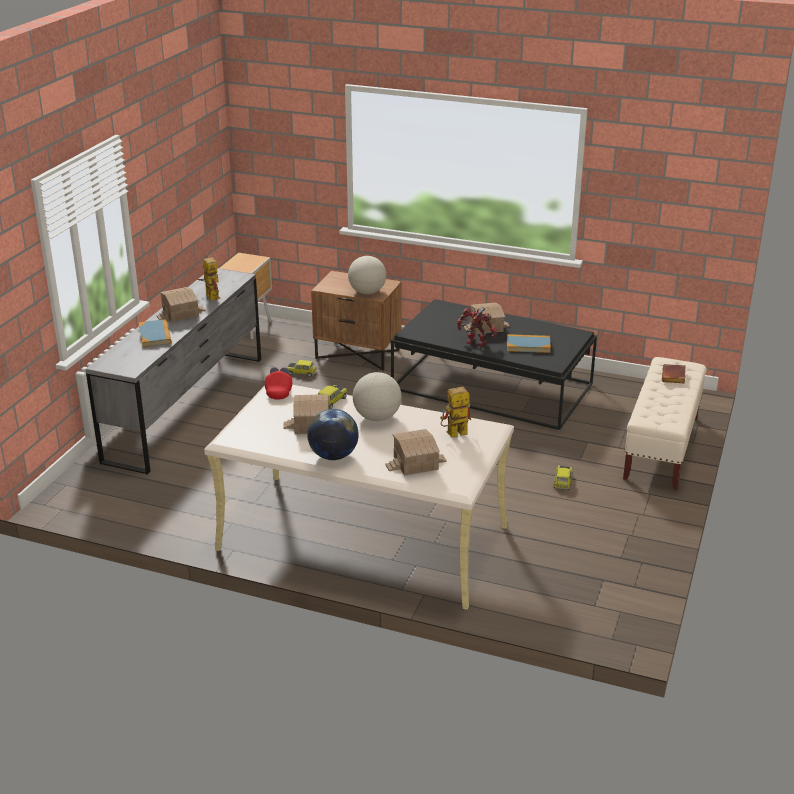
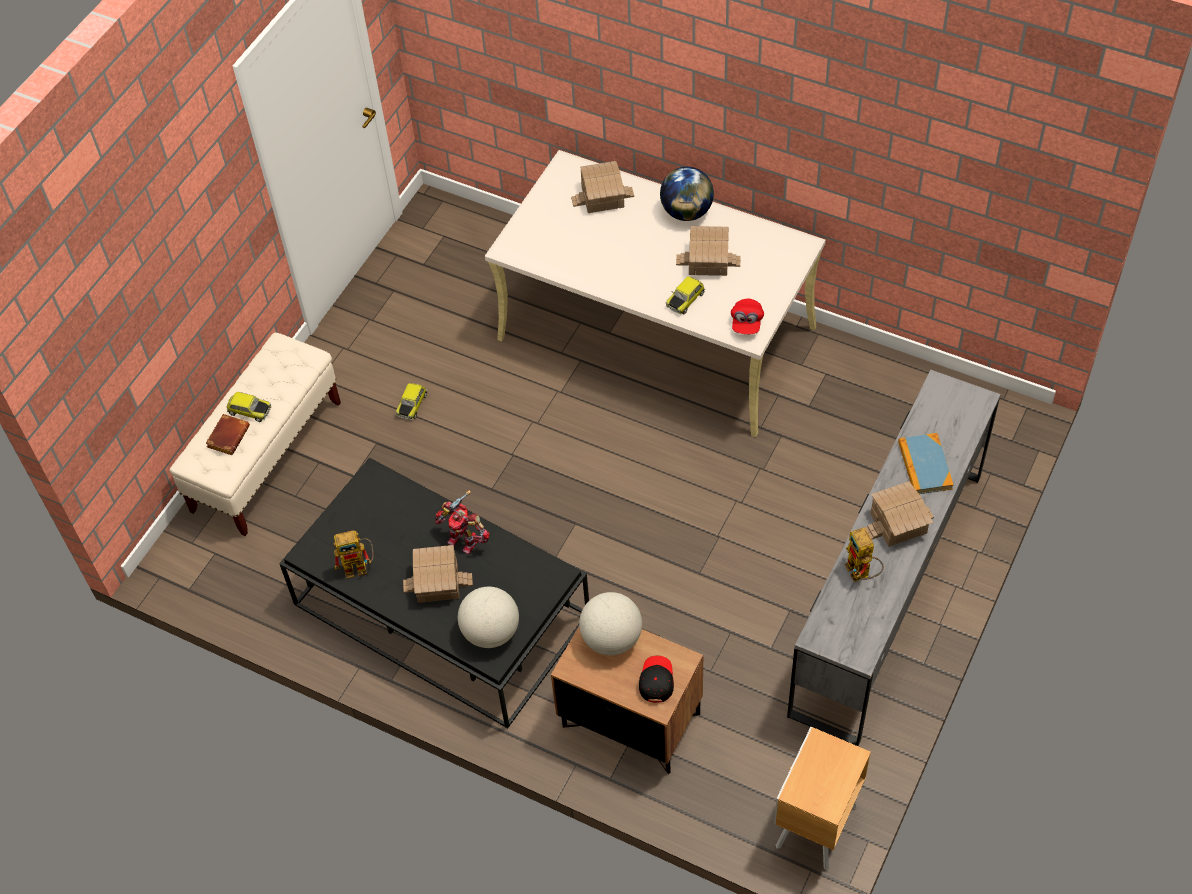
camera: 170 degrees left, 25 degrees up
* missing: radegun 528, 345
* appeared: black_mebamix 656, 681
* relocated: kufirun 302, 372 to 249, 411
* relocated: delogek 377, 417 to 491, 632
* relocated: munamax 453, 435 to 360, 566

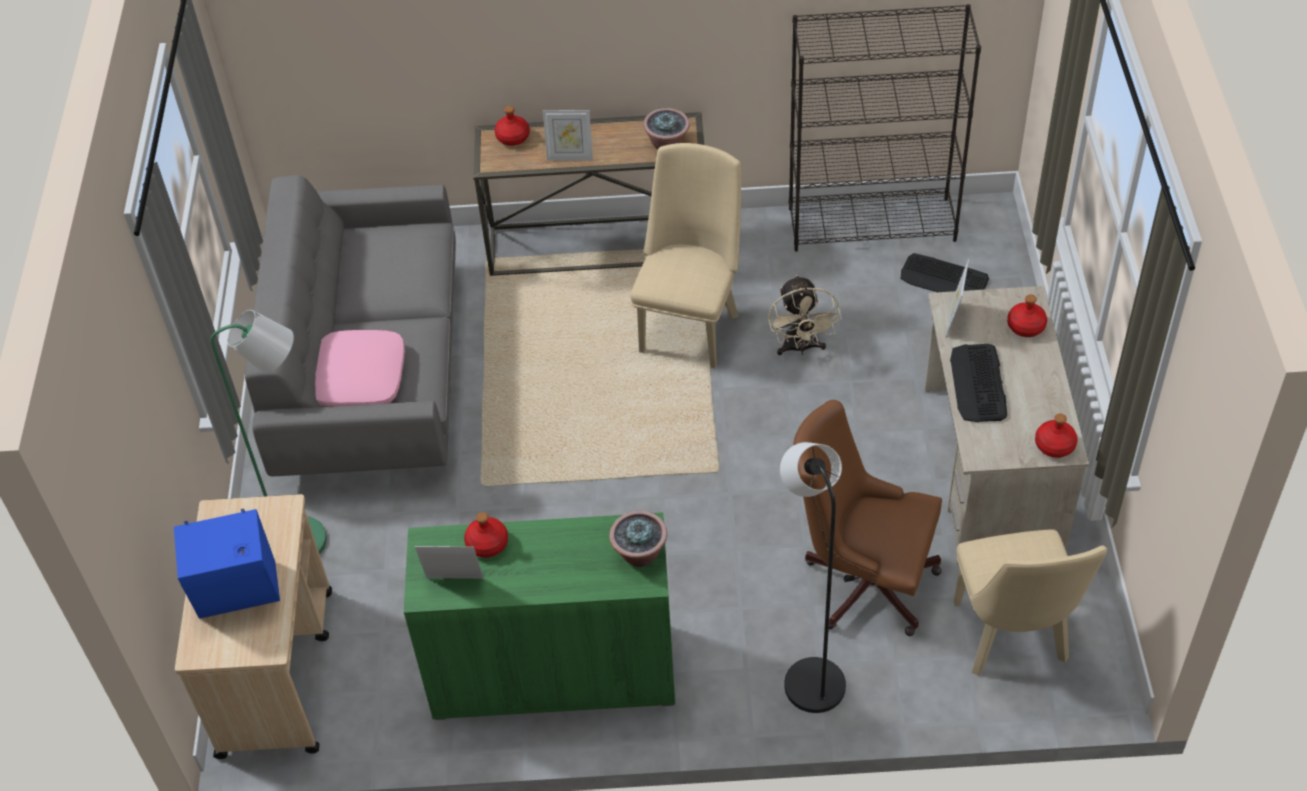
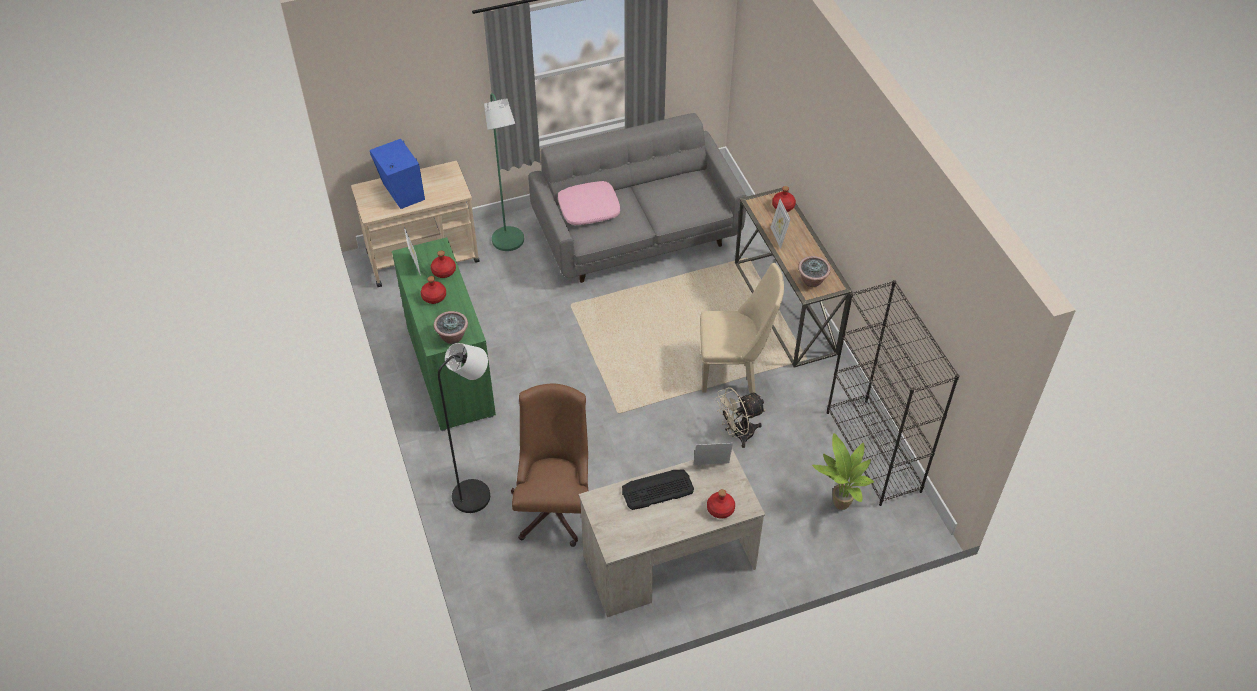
camera: 70 degrees right, 0 degrees up
* missing: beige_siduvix 1012, 640
* relocated: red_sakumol 1054, 446 to 433, 297
* exchanged: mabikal 944, 278 to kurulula 838, 504

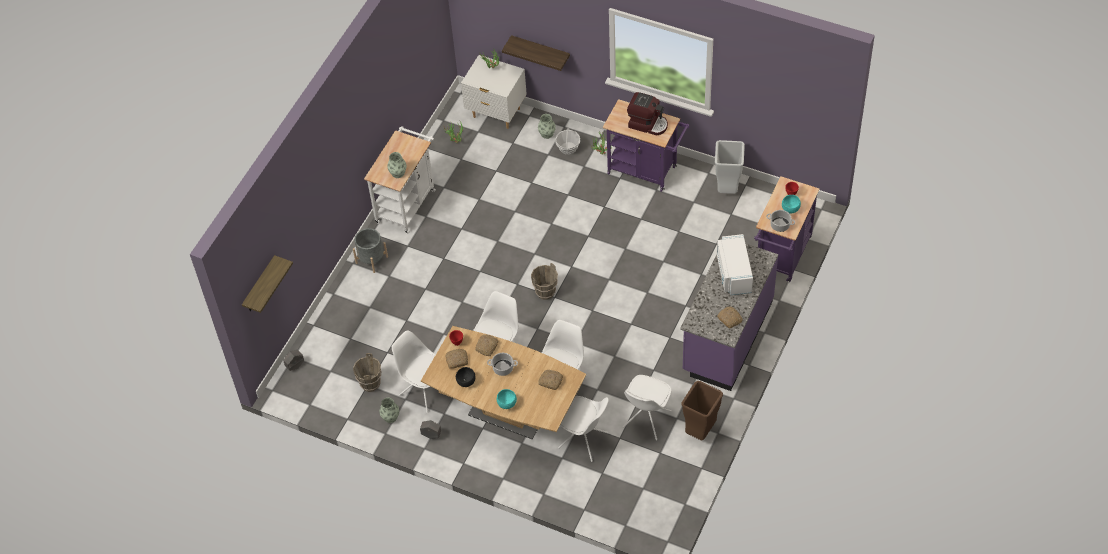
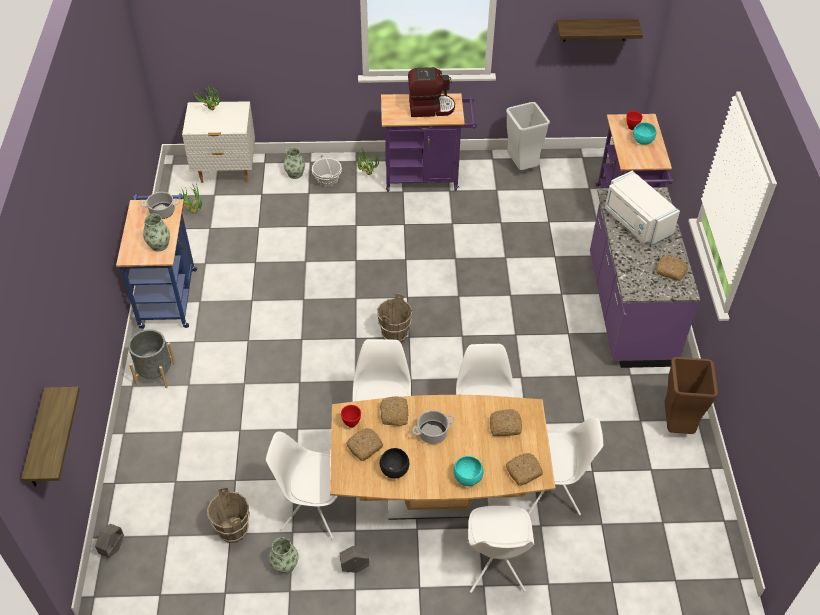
camera: 30 degrees left, 5 degrees down
* appeared: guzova 524, 471
* relocated: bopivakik 540, 51 to 595, 29
* relocated: white_siduvix 646, 420 to 495, 568
* relocated: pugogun 779, 225 to 162, 212
* colour: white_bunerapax 407, 203 to blue_bunerapax 168, 294

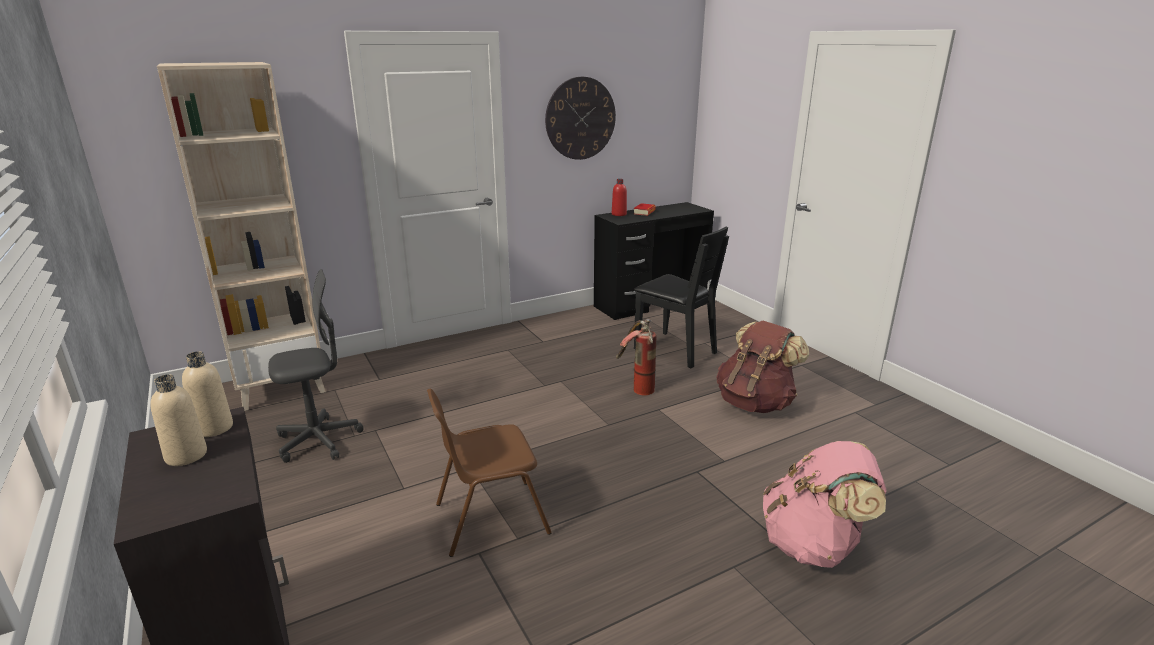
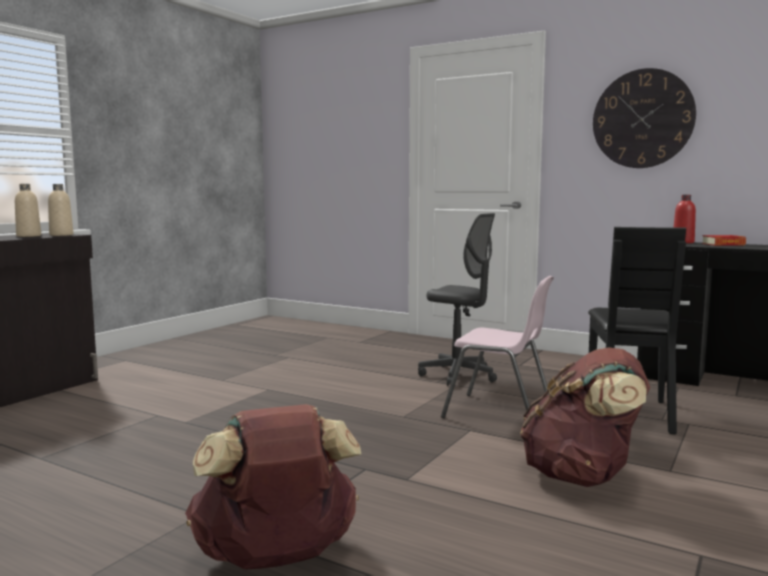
camera: 60 degrees right, 15 degrees down
* missing: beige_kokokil 282, 387
* missing: brown_siduvix 489, 518
* relocated: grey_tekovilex 319, 440 to 458, 375
* exchanged: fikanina 636, 387 to pink_siduvix 500, 413
* colour: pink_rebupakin 813, 545 to brown_rebupakin 276, 558

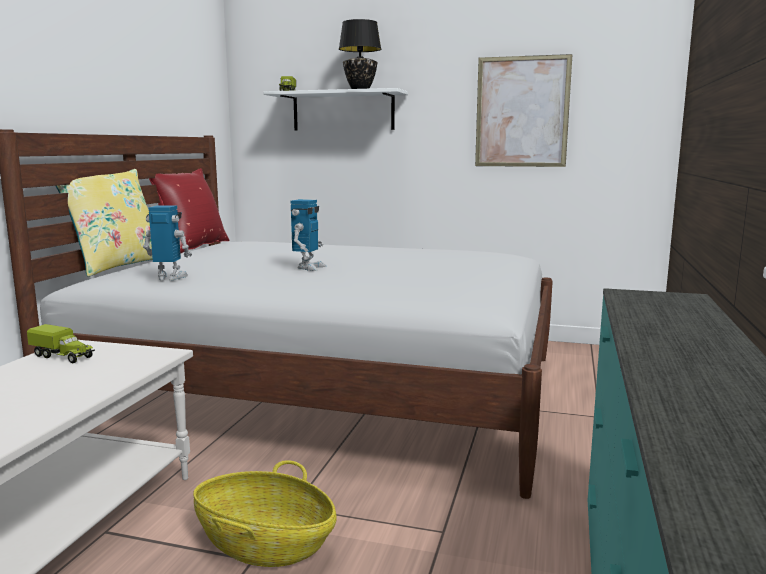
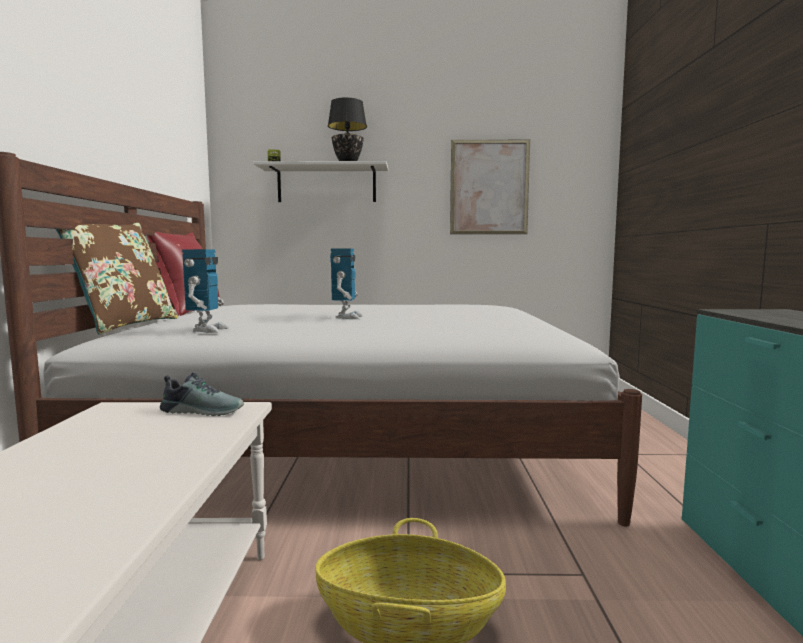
camera: 15 degrees left, 5 degrees down
* missing: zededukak 63, 356
* appeared: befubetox 203, 411
* colour: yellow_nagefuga 117, 266 to brown_nagefuga 124, 325
* spun: munamax 169, 278 = 207, 330 105 degrees clockwise

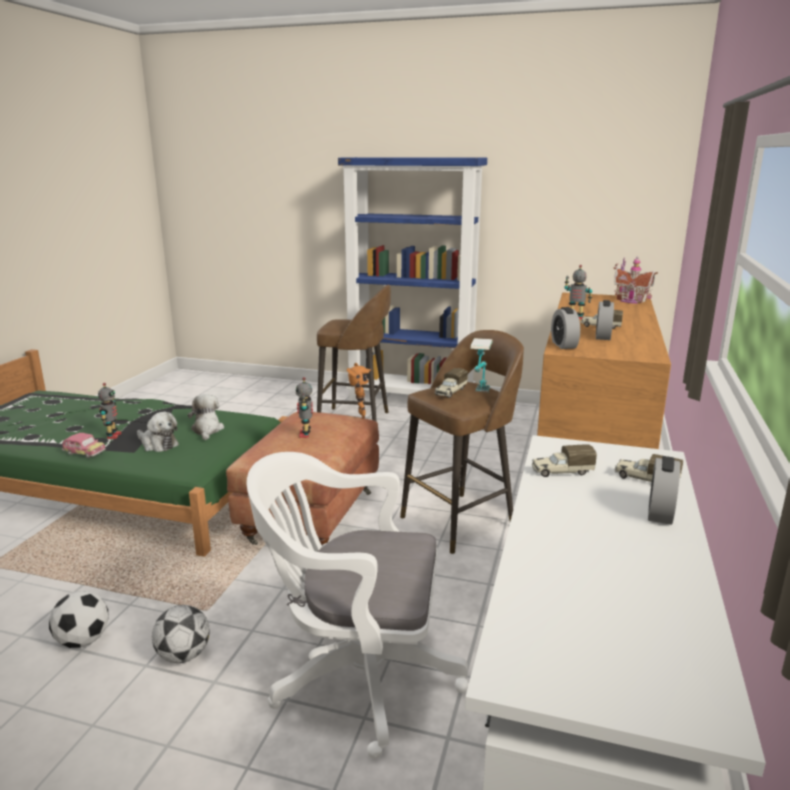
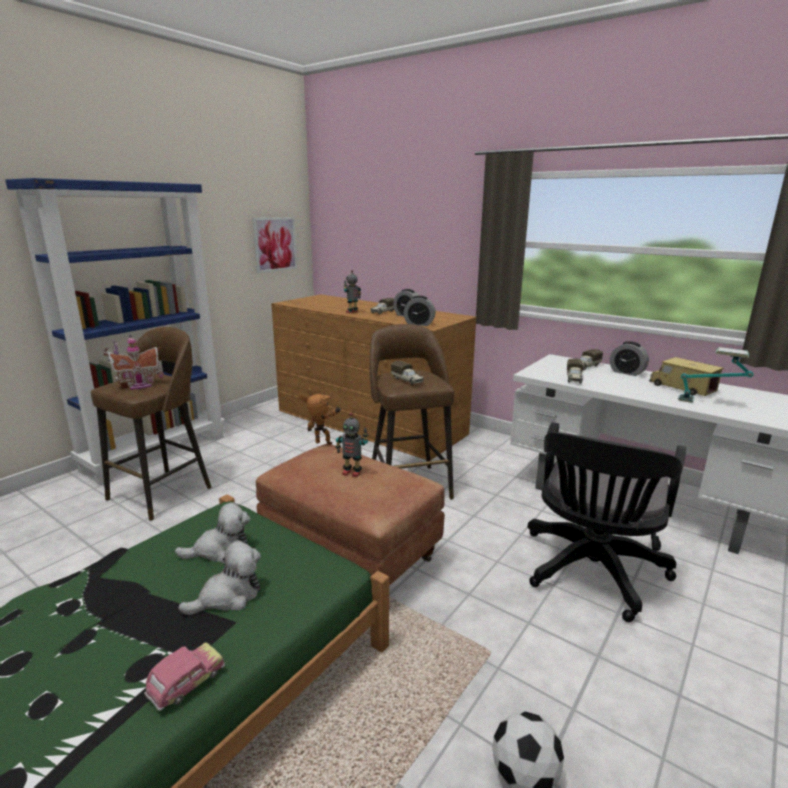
camera: 70 degrees left, 0 degrees up
* missing: munamax 113, 436
* missing: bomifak 183, 655
* appeared: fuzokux 275, 244
* appeared: zededukak 682, 388
* relocated: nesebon 480, 397 to 709, 404
* relocated: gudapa 630, 301 to 138, 385
* colour: white_tekovilex 356, 675 to black_tekovilex 591, 573
* spun: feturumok 207, 430 = 220, 550 150 degrees clockwise

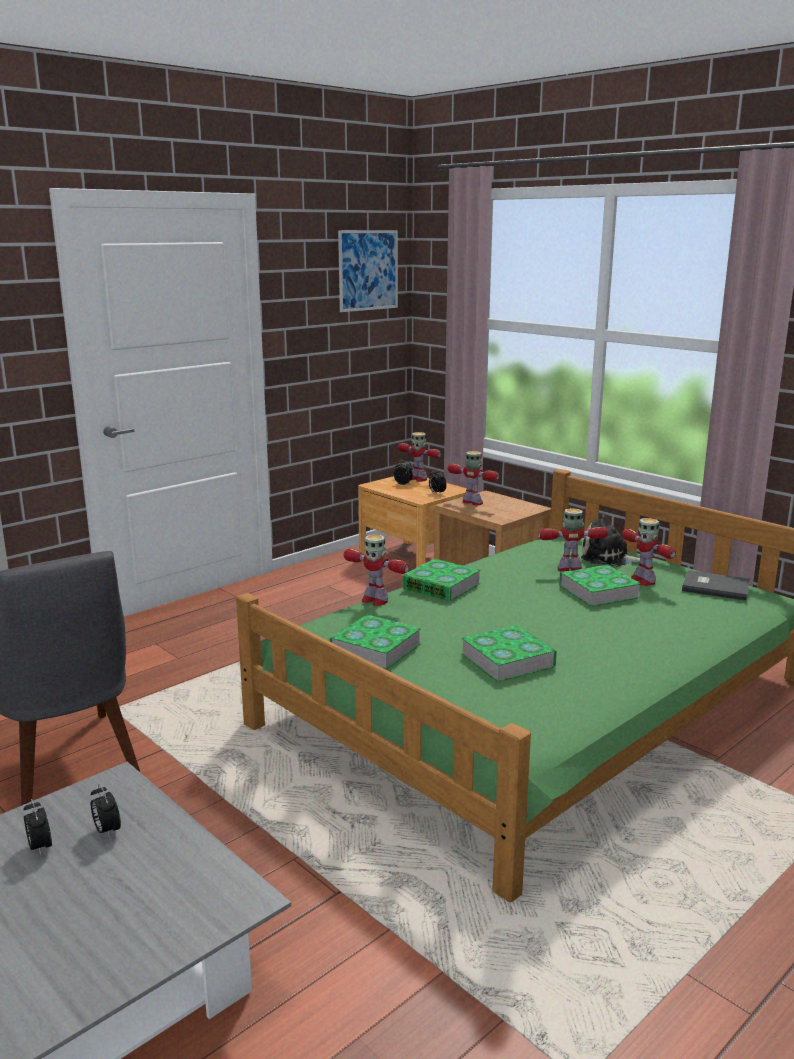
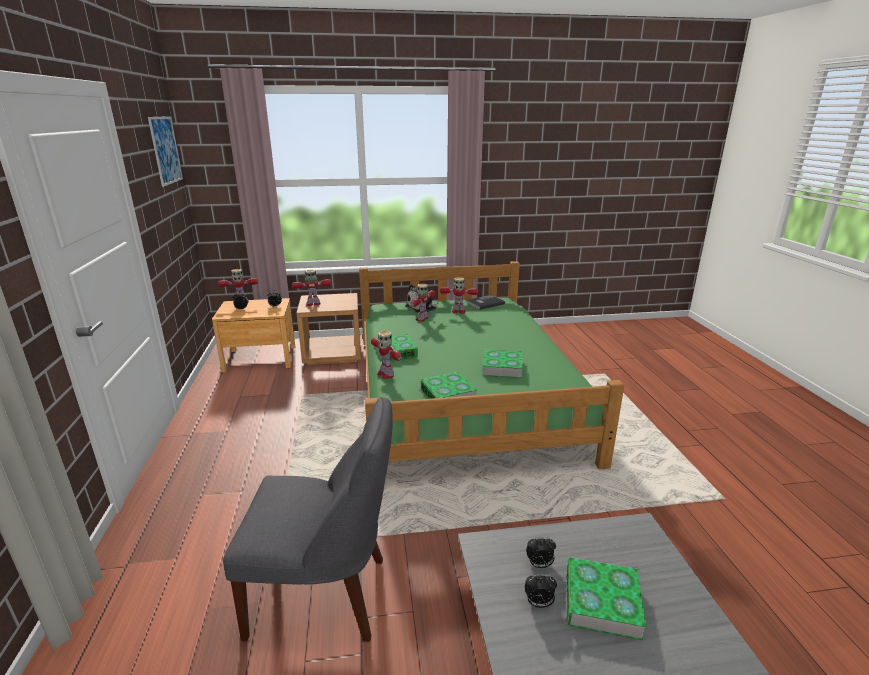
camera: 55 degrees left, 5 degrees up
* relocated: radegun 598, 591 to 602, 602
* spun: munamax 374, 600 = 385, 374 75 degrees clockwise

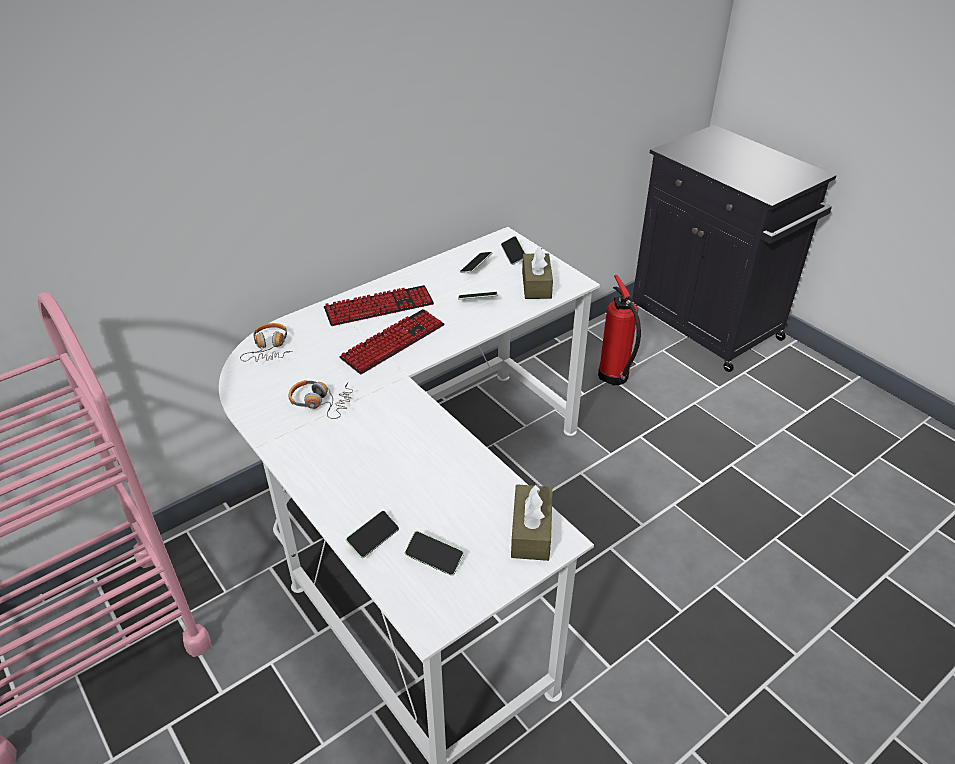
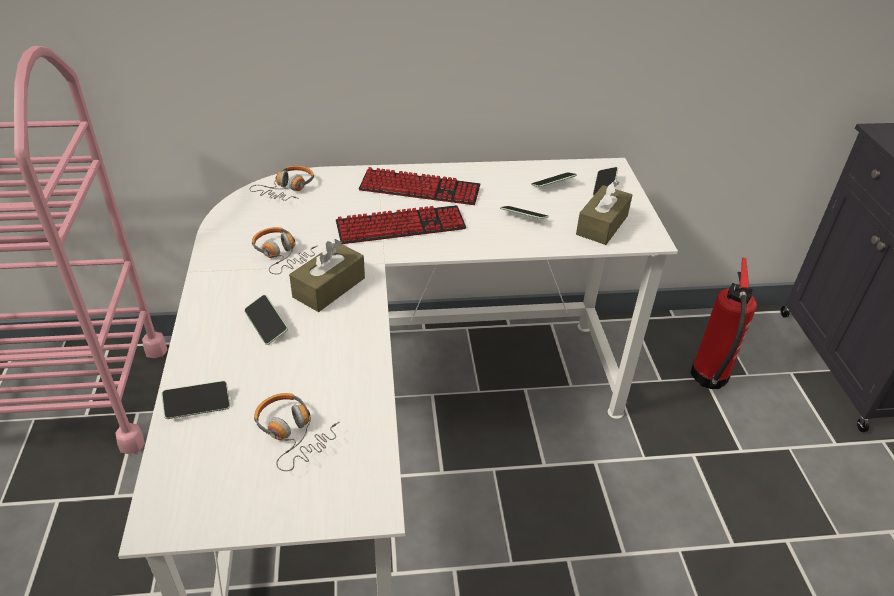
camera: 30 degrees right, 0 degrees up
* appeared: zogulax 292, 434
* relocated: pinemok 434, 558 to 266, 325
* relocated: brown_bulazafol 531, 531 to 329, 287

